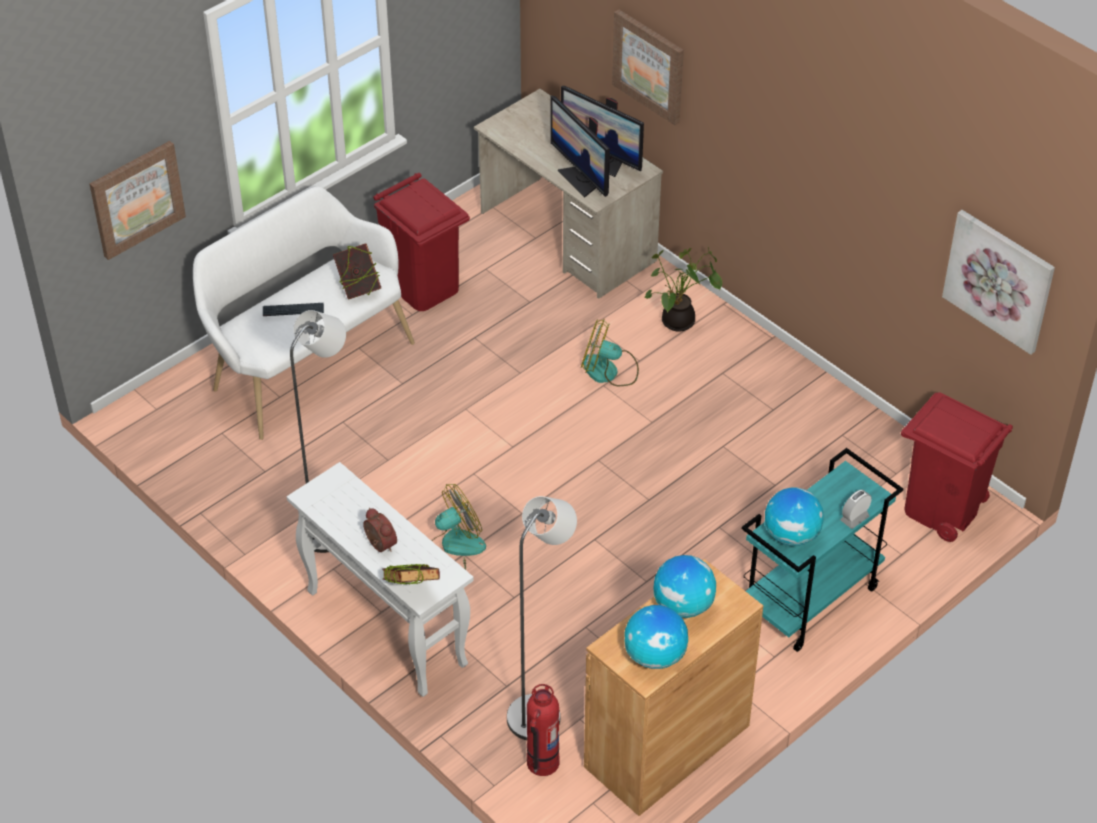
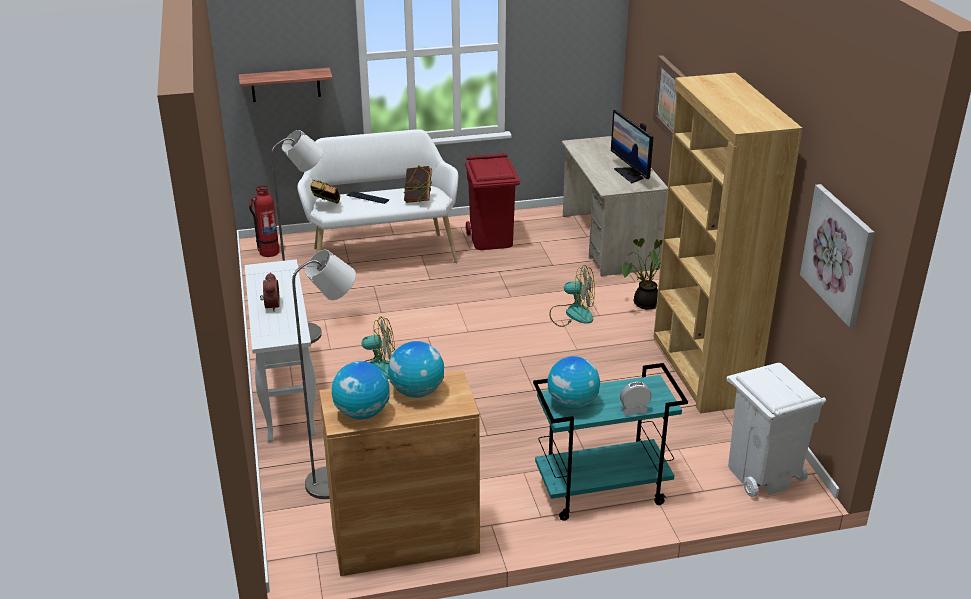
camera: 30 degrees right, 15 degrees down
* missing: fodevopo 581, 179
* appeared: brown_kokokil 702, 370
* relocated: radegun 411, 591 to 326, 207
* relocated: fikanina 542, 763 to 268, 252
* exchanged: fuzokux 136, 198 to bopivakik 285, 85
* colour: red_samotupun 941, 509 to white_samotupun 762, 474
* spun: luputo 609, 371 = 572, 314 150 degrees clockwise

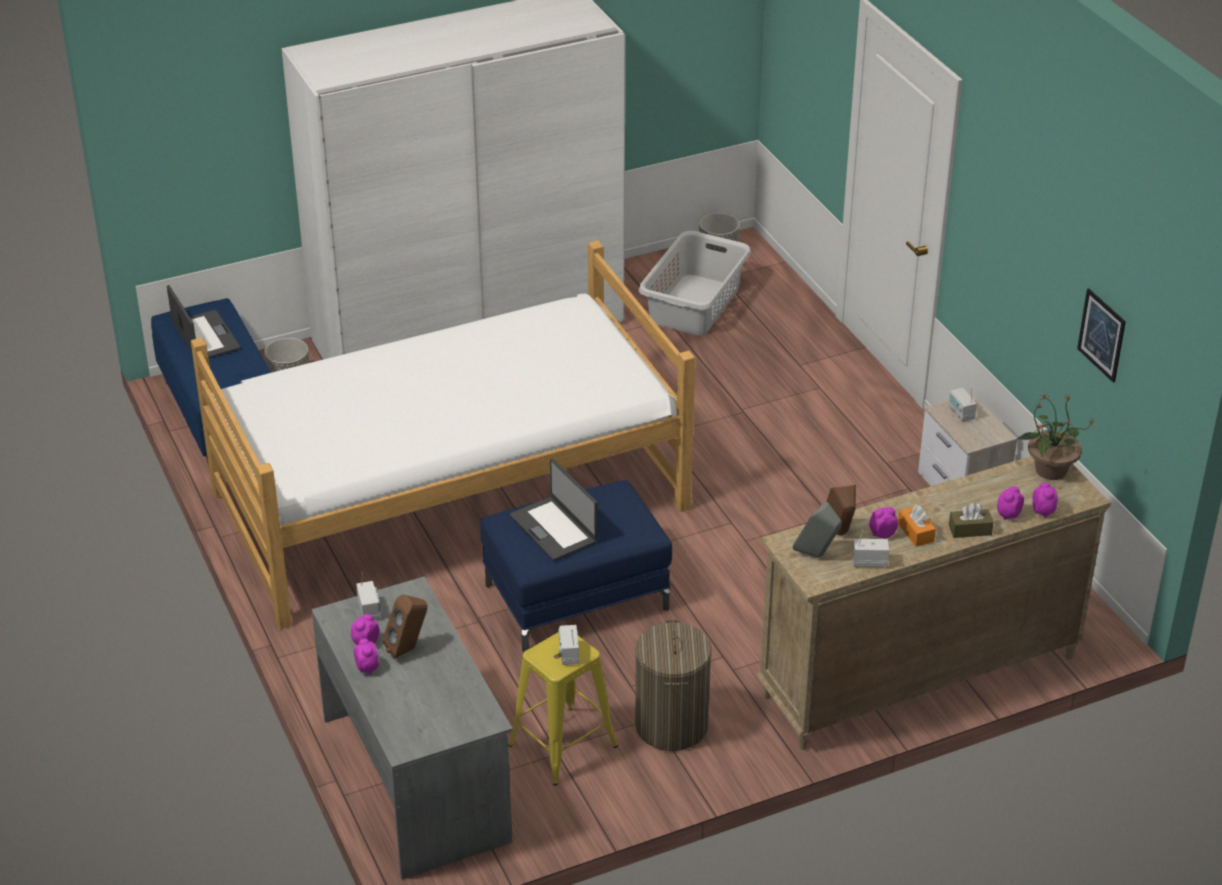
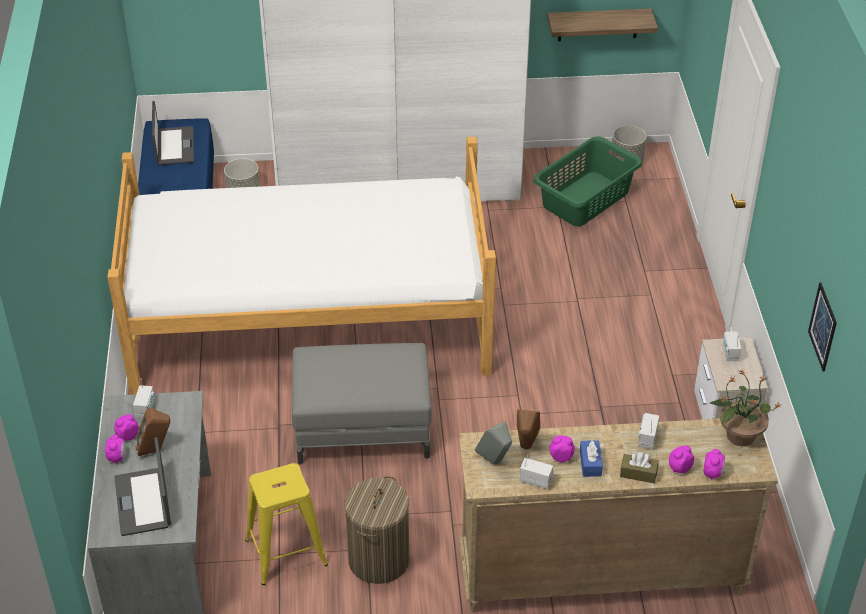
camera: 20 degrees right, 5 degrees up
* appeared: bopivakik 598, 24
* relocated: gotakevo 554, 528 to 144, 502
* relocated: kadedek 569, 654 to 647, 438
* colour: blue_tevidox 576, 598 to grey_tevidox 362, 428
* colour: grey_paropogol 695, 305 to green_paropogol 586, 199
* colour: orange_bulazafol 915, 532 to blue_bulazafol 590, 463

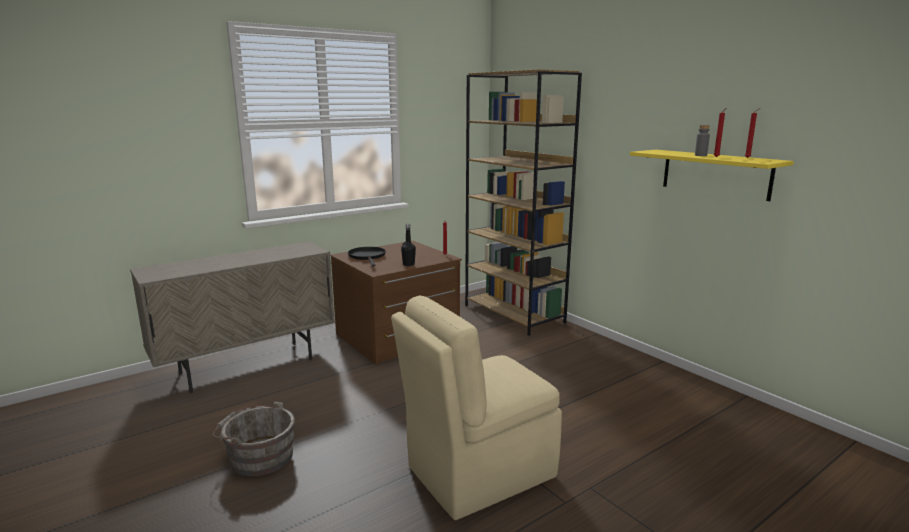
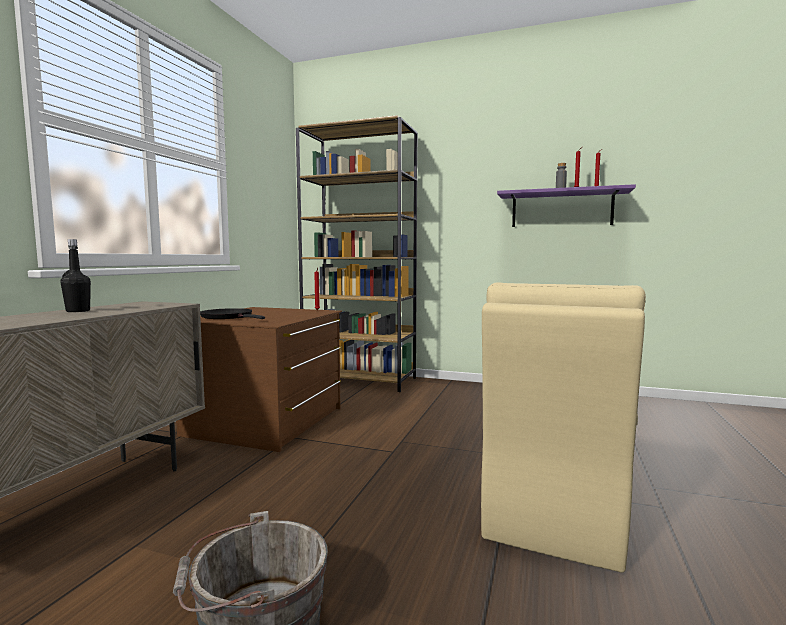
camera: 35 degrees left, 10 degrees down
* relocated: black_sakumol 408, 264 to 78, 311
* colour: yellow_bopivakik 715, 174 to purple_bopivakik 561, 209

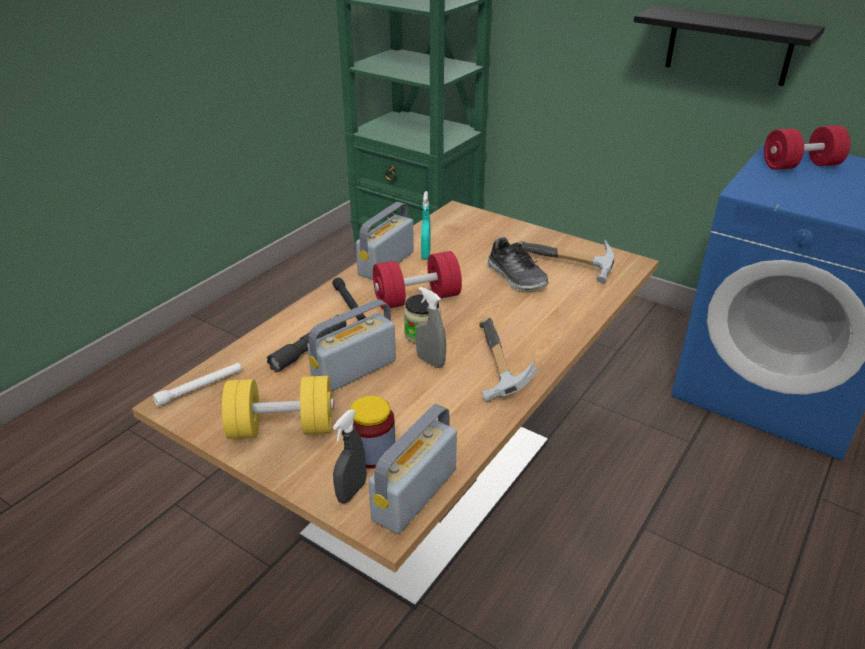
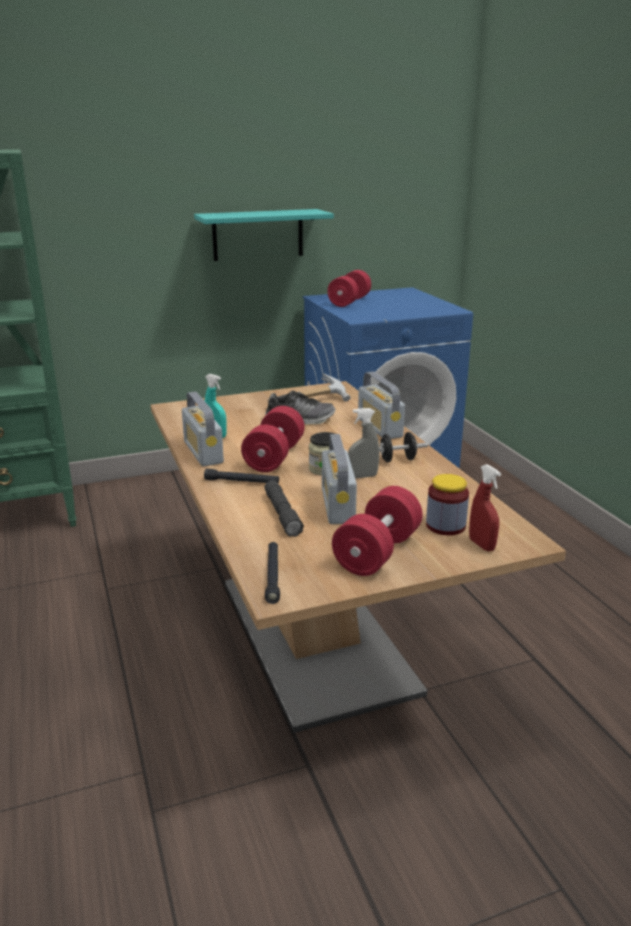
camera: 55 degrees left, 10 degrees down
* relocated: kadedek 415, 494 to 380, 427
* exchanged: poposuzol 493, 368 to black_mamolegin 397, 460
* colour: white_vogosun 200, 388 to black_vogosun 272, 576
* colour: yellow_mamolegin 282, 428 to red_mamolegin 377, 552
* colour: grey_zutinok 351, 491 to red_zutinok 481, 545
* colour: black_bopivakik 729, 46 to turquoise_bopivakik 258, 234

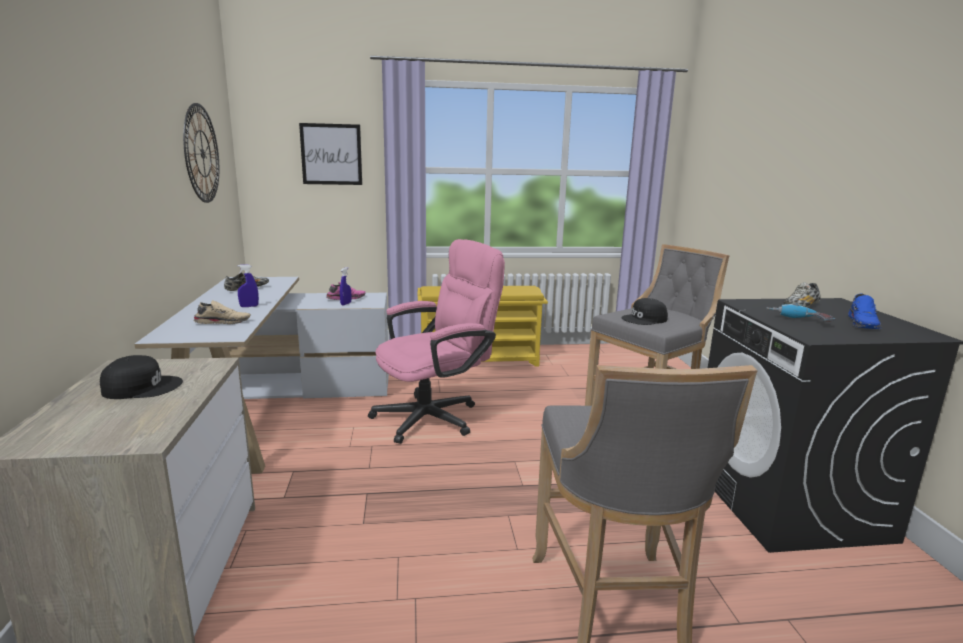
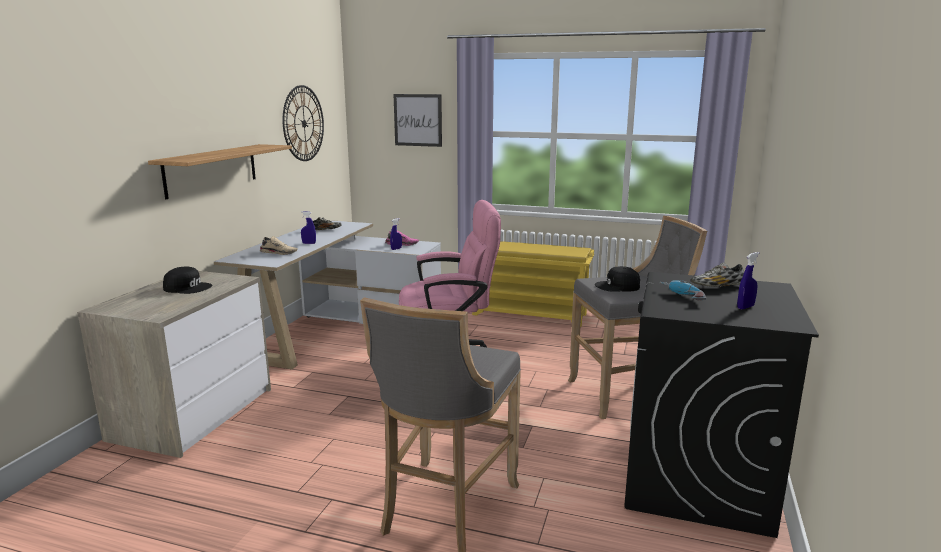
camera: 25 degrees right, 0 degrees up
* appeared: bopivakik 212, 170
* exchanged: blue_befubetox 863, 324 to blue_zutinok 745, 307

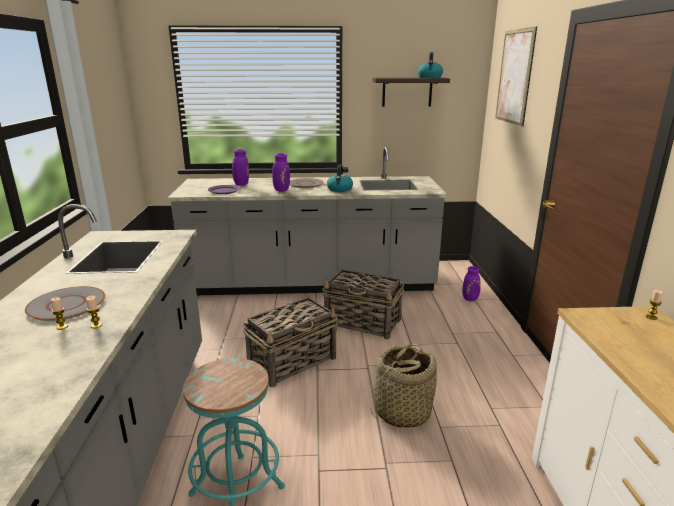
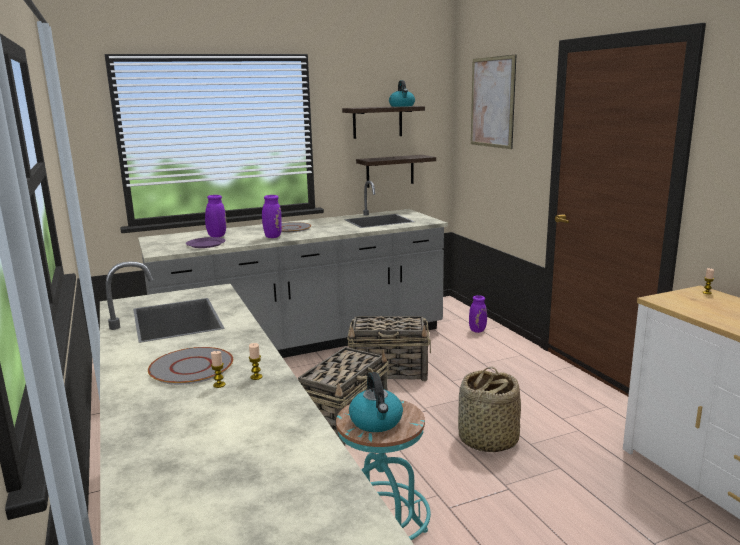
camera: 20 degrees left, 5 degrees down
* appeared: bopivakik 390, 171
* relocated: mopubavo 340, 189 to 376, 422

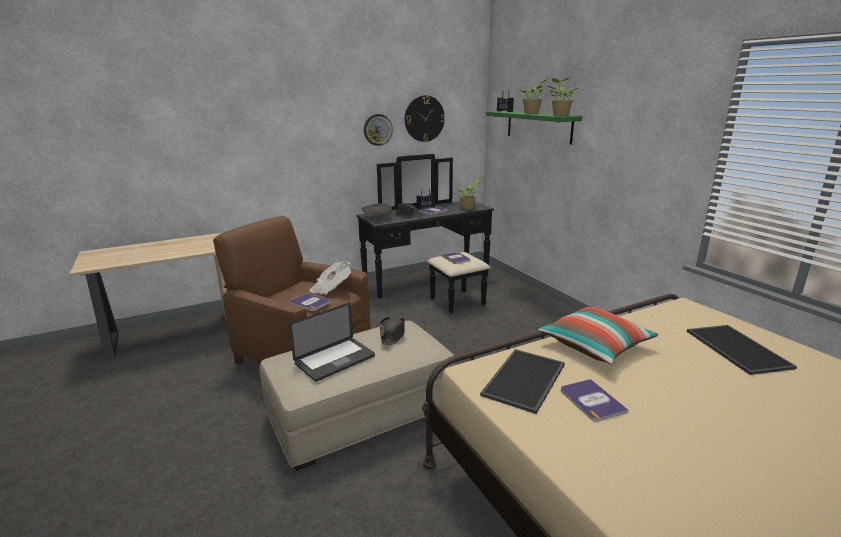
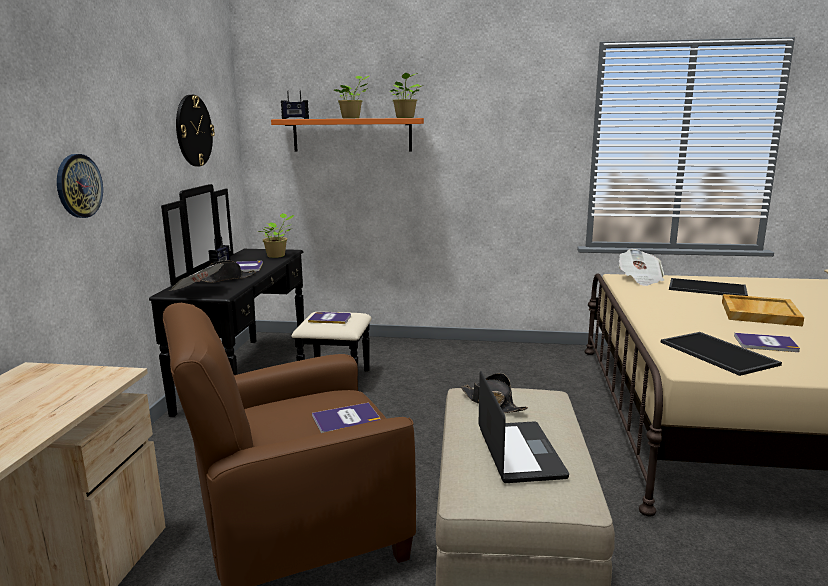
camera: 55 degrees left, 5 degrees down
* missing: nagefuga 595, 346
* appeared: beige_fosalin 758, 313
* relocated: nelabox 331, 288 to 640, 279
* relocated: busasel 377, 129 to 78, 186
* colour: green_bopivakik 538, 126 to orange_bopivakik 352, 135

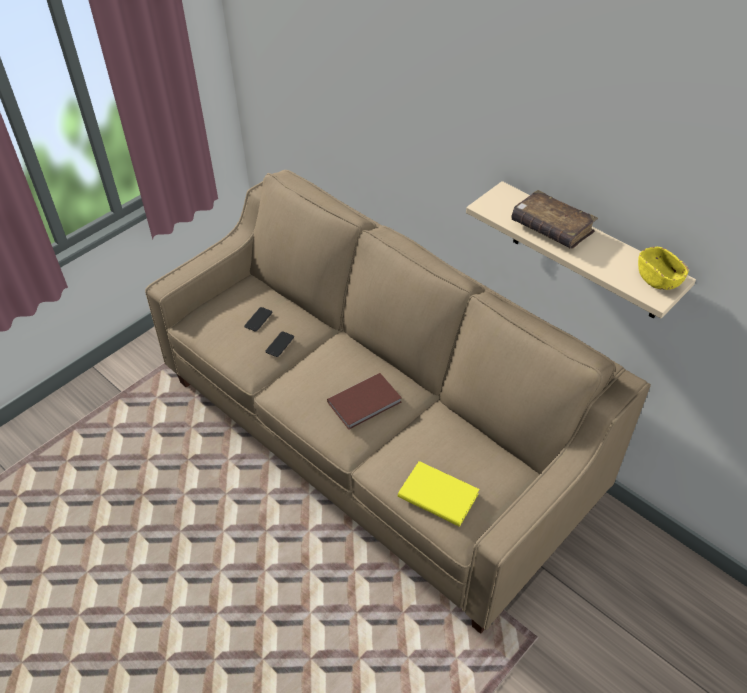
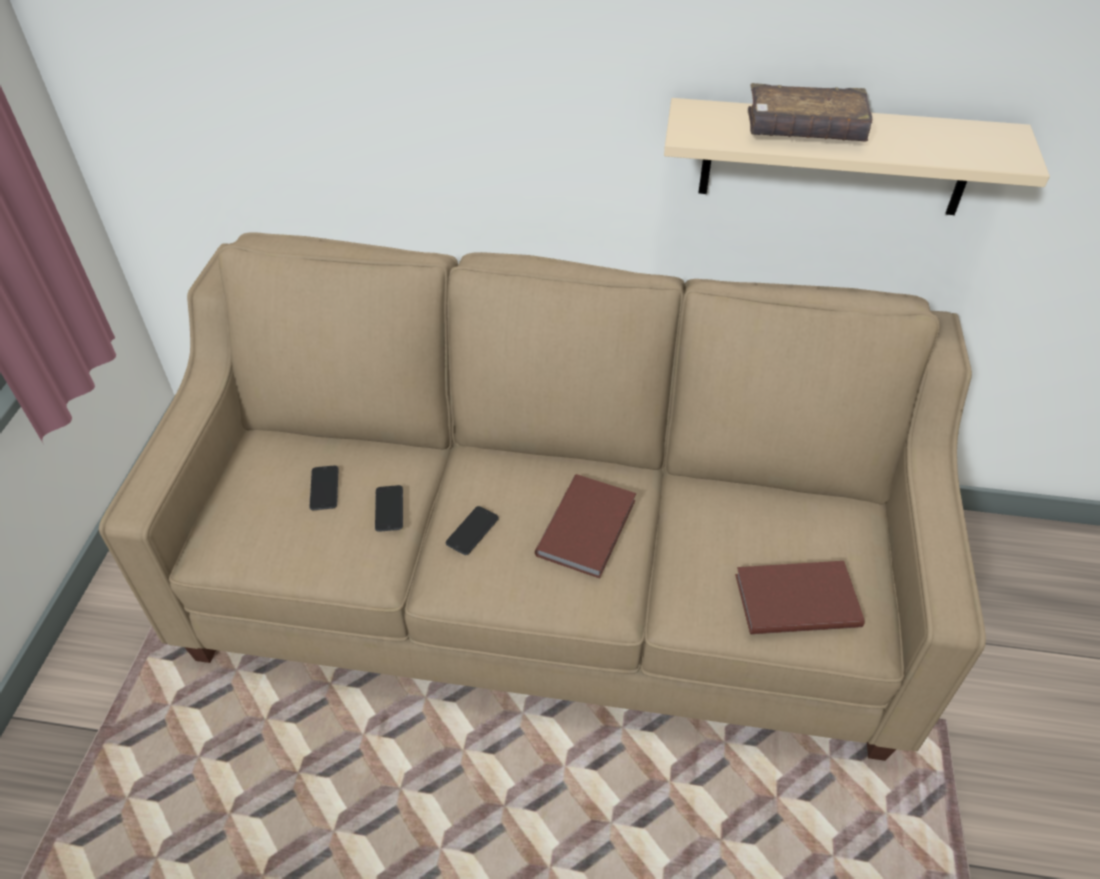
camera: 35 degrees left, 0 degrees up
* missing: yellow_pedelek 658, 279
* appeared: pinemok 472, 531
* colour: yellow_radegun 438, 493 to brown_radegun 794, 598

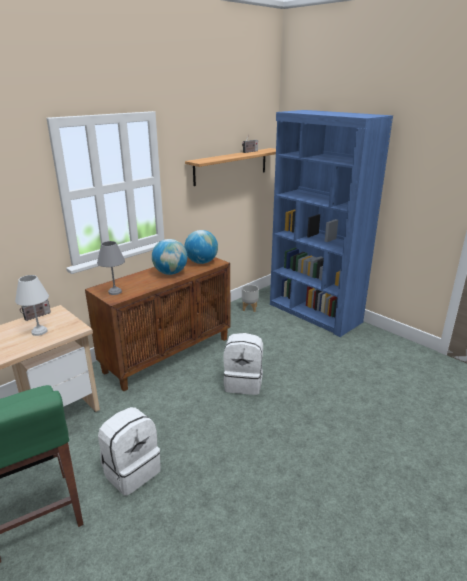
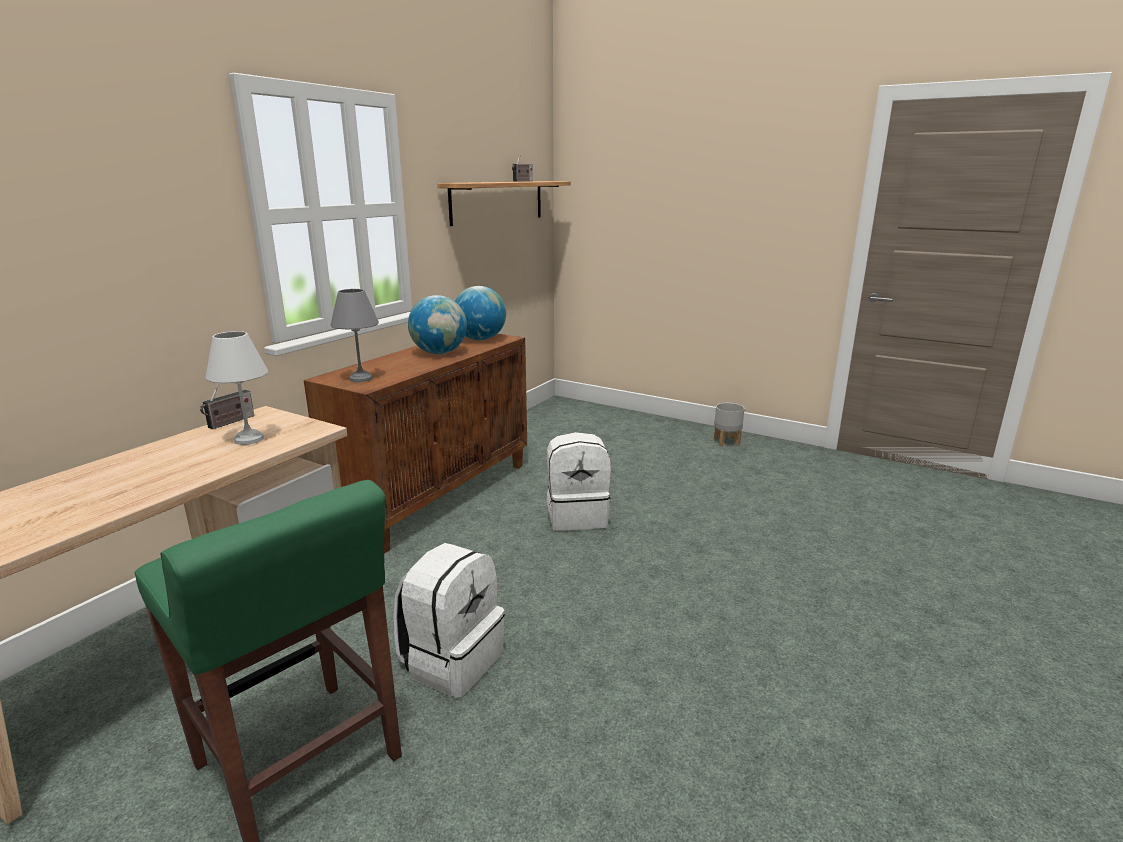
camera: 15 degrees left, 5 degrees down
* missing: blue_kokokil 314, 313
* relocated: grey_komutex 250, 308 to 727, 442

